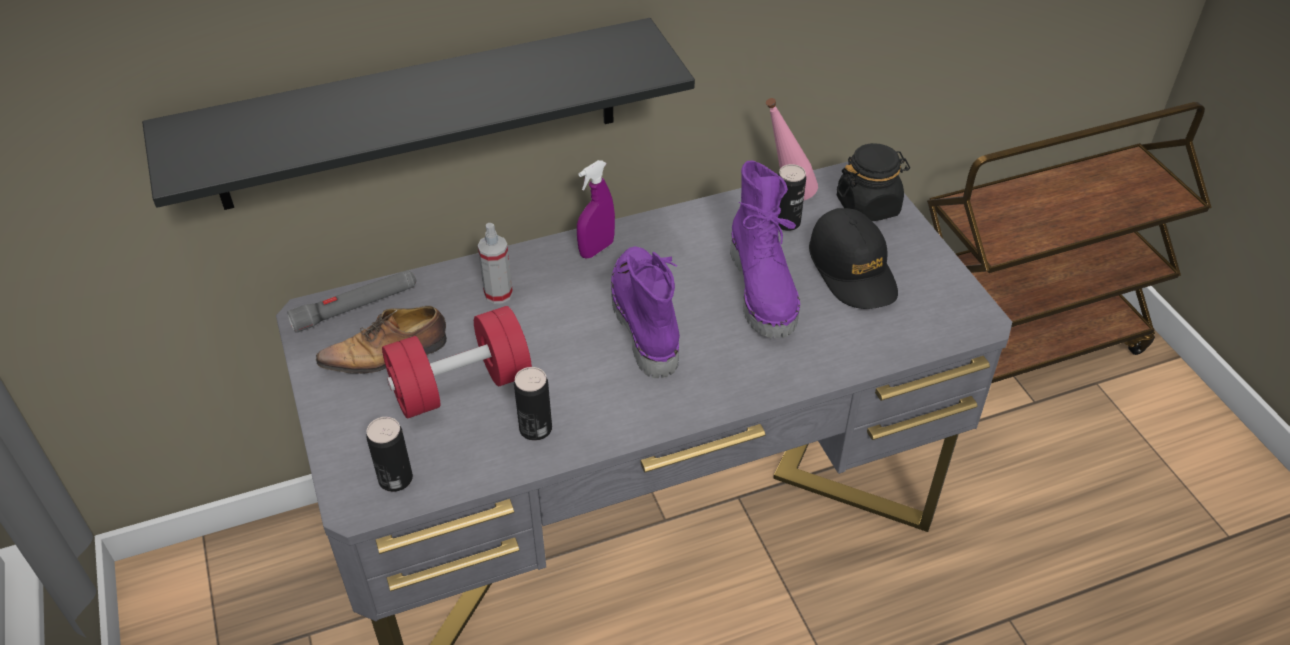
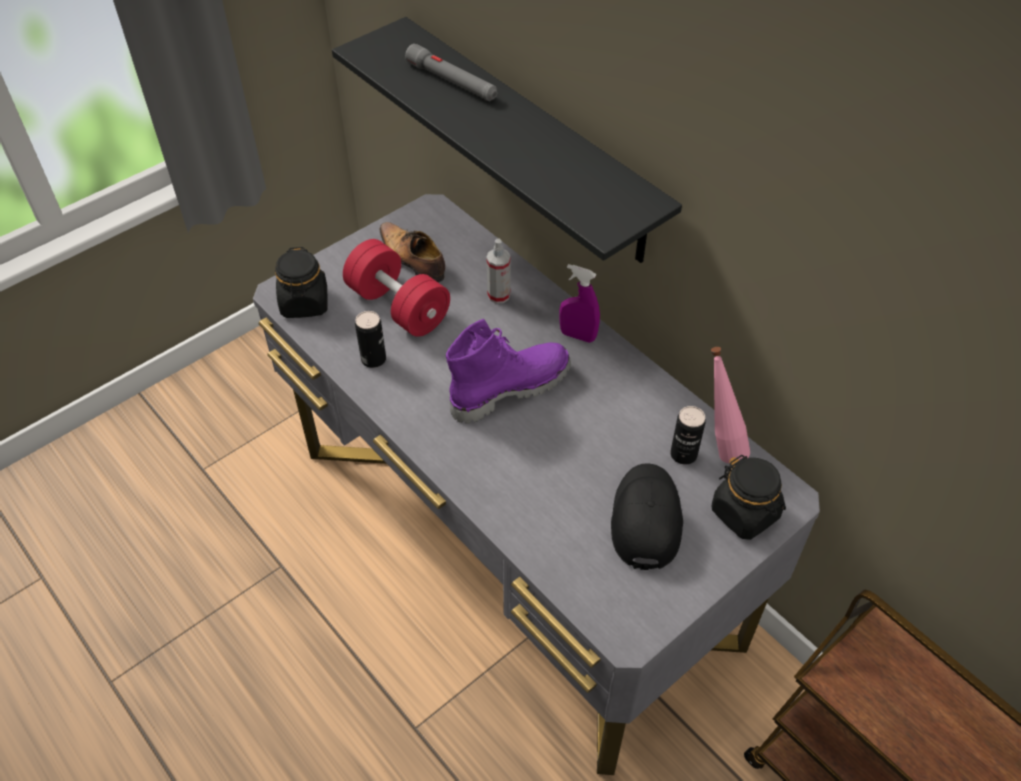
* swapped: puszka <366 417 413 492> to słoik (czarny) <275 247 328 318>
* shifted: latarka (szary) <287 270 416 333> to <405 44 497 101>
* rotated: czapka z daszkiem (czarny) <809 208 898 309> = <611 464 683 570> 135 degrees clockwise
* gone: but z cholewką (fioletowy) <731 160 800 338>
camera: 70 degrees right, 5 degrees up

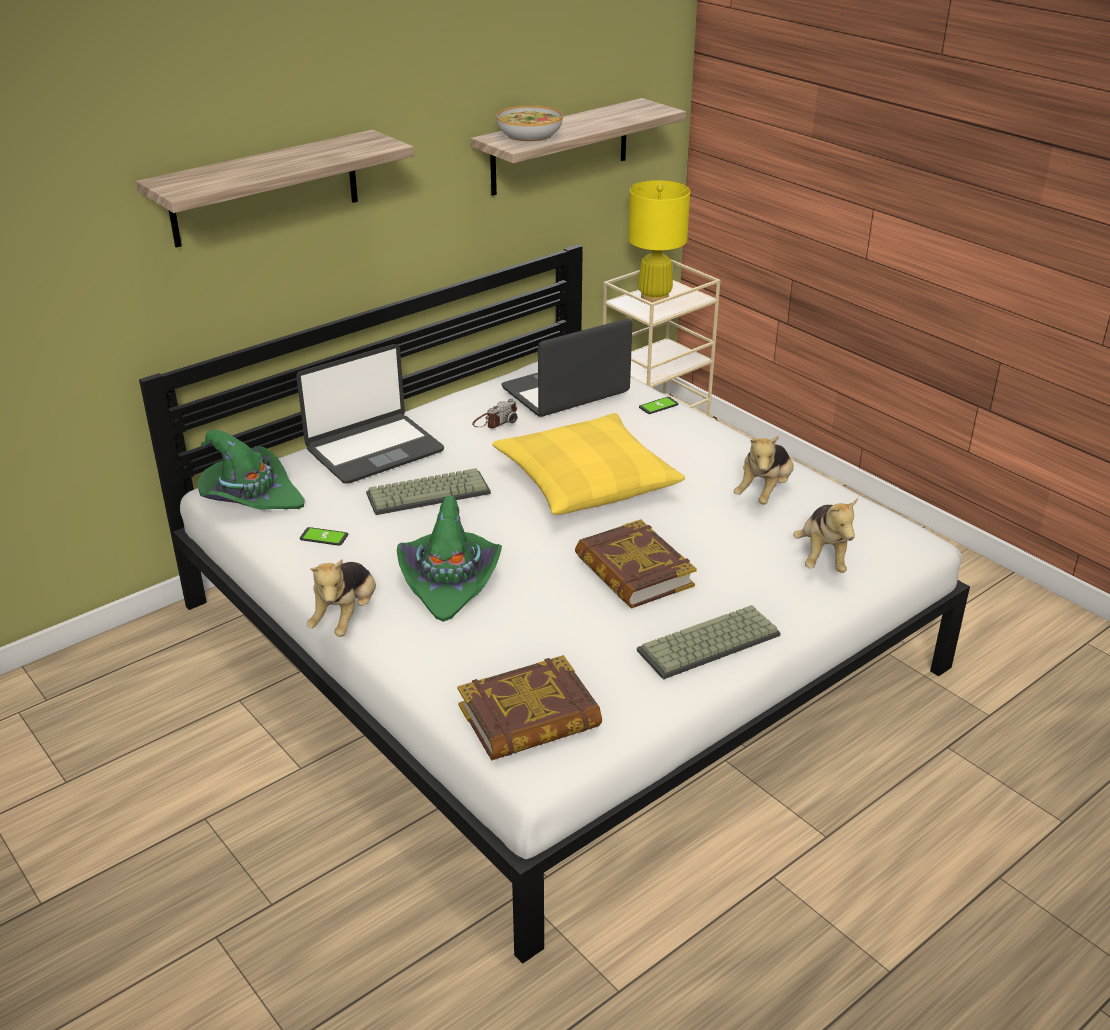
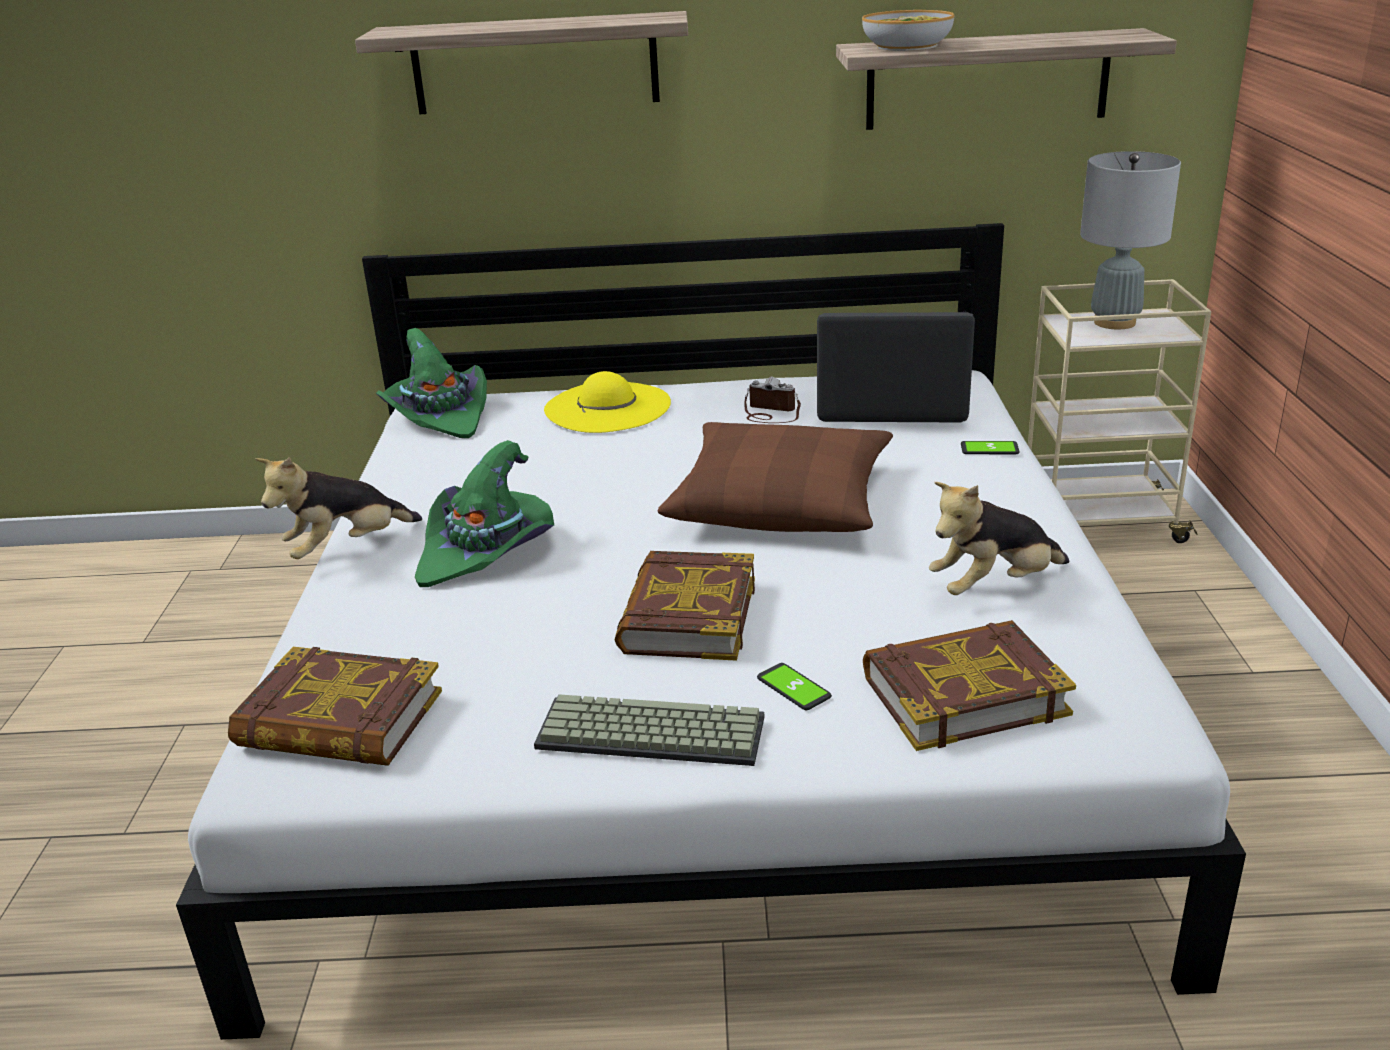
* swapped: laptop <296 344 444 484> to kapelusz (żółty) <544 371 671 433>
* repainted: poduszka (żółty) <492 413 685 515> to poduszka (brązowy) <658 422 893 532>
* rotated: aparat fotograficzny <472 399 518 428> = <745 377 801 423> 150 degrees counterclockwise
* shifted: telefon <300 527 348 546> to <757 663 832 710>
* swapped: pluszak <793 498 858 573> to książka <863 620 1076 751>
* repainted: lampa stołowa (żółty) <628 180 690 303> to lampa stołowa (szary) <1080 151 1181 329>
* gone: klawiatura <366 468 491 515>
camera: 40 degrees right, 5 degrees down

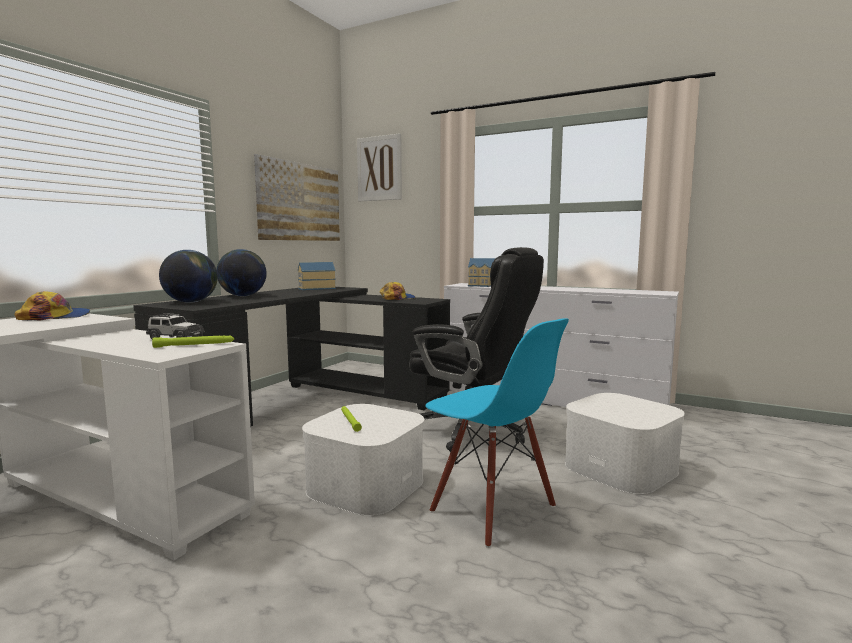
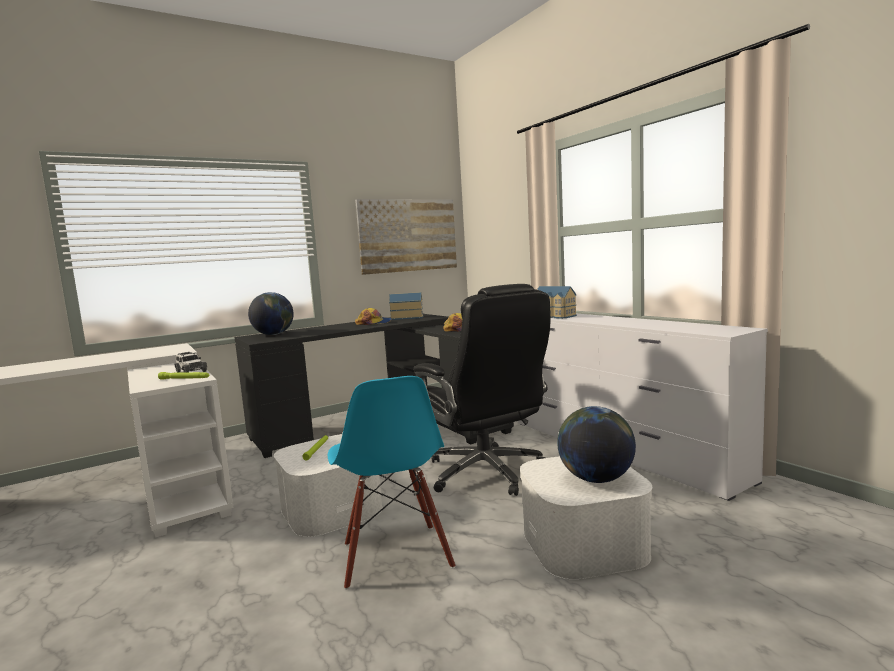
* shifted: czapka z daszkiem <14 291 90 320> to <355 308 392 325>
* shifted: globus <217 249 267 296> to <557 406 636 483>
* gone: obraz <357 133 402 201>
camera: 30 degrees right, 0 degrees up

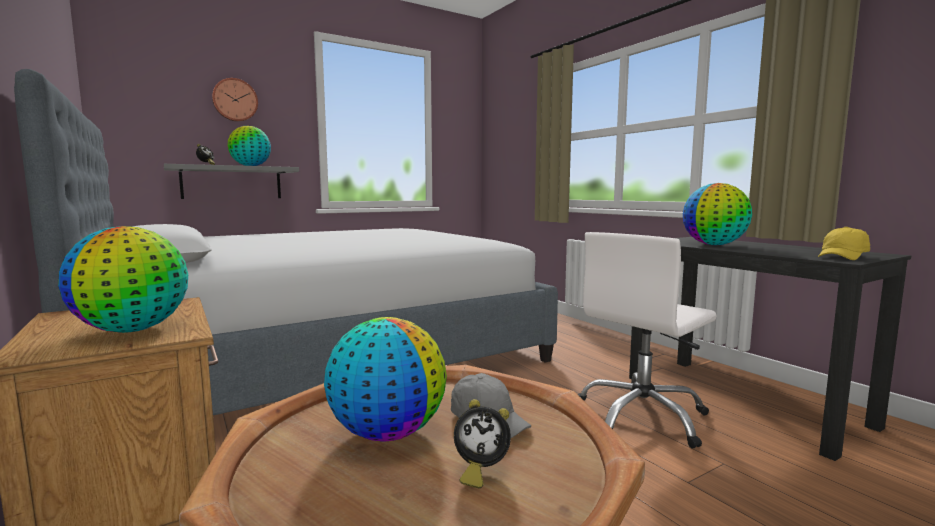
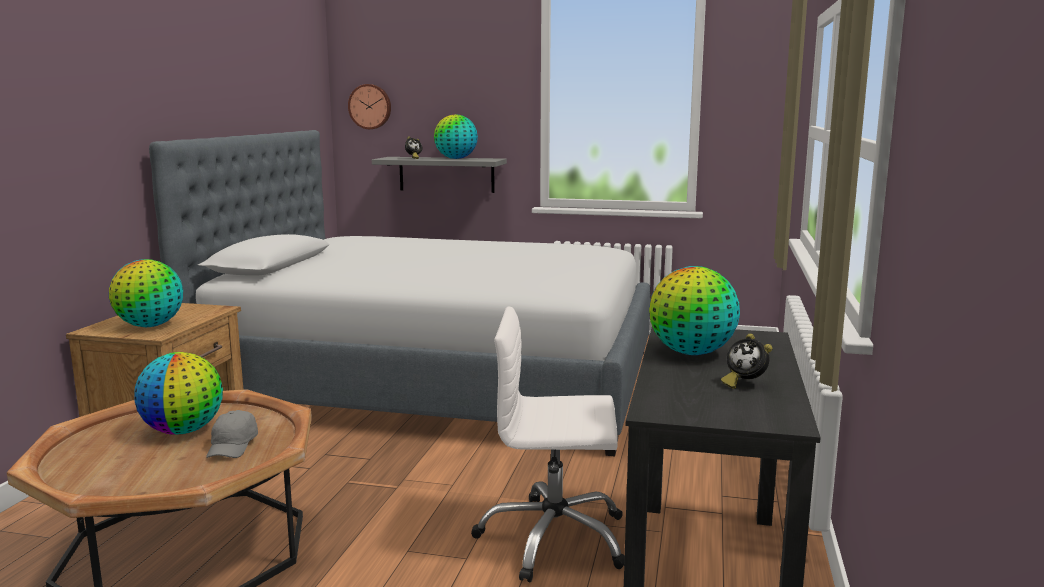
* shifted: zegar ścienny <212 78 258 122> to <348 84 391 129>
* shifted: budzik <454 399 511 489> to <721 333 773 389>
* gone: czapka z daszkiem (żółty) <818 227 870 260>
camera: 45 degrees right, 5 degrees up

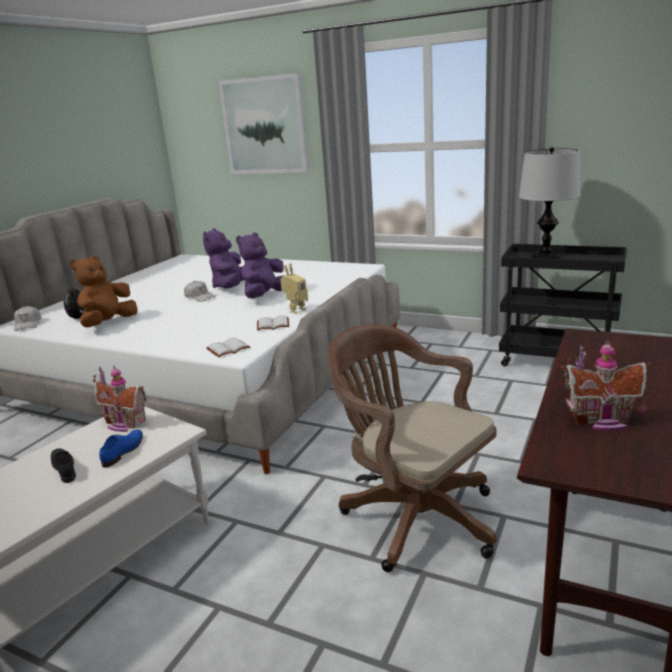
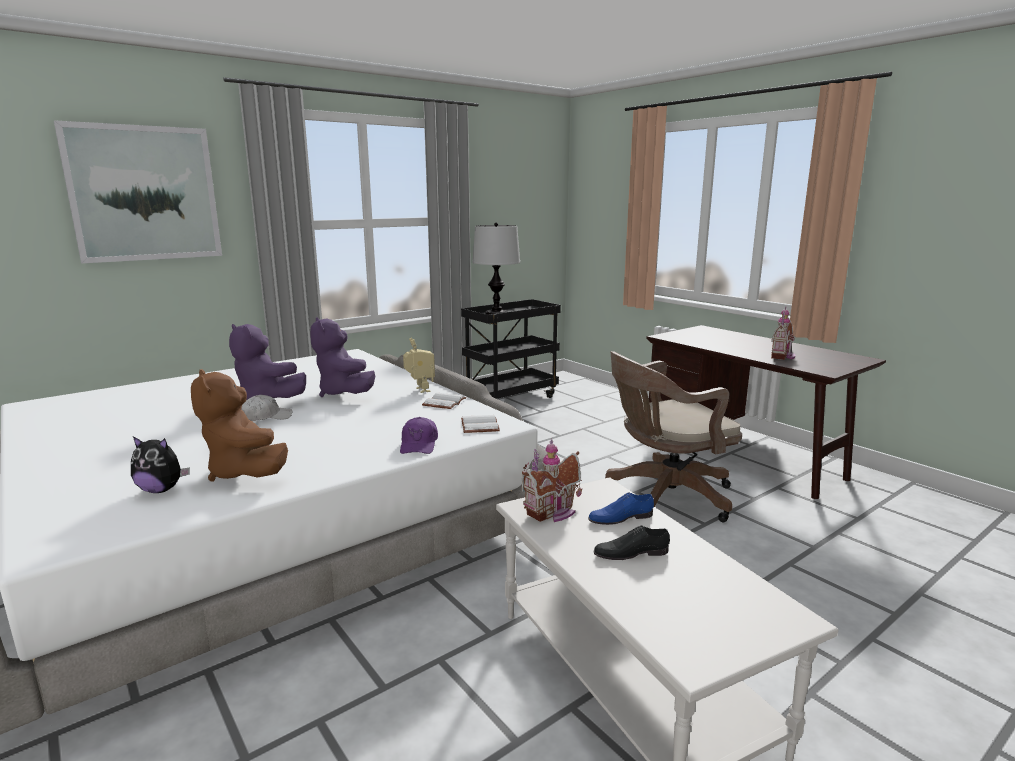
* new: czapka z daszkiem (fioletowy) <400 417 438 454>
* rotated: but (niebieski) <99 430 143 468> = <588 492 654 525> 60 degrees counterclockwise
* gone: czapka z daszkiem (biały) <14 306 41 331>
camera: 65 degrees left, 5 degrees down

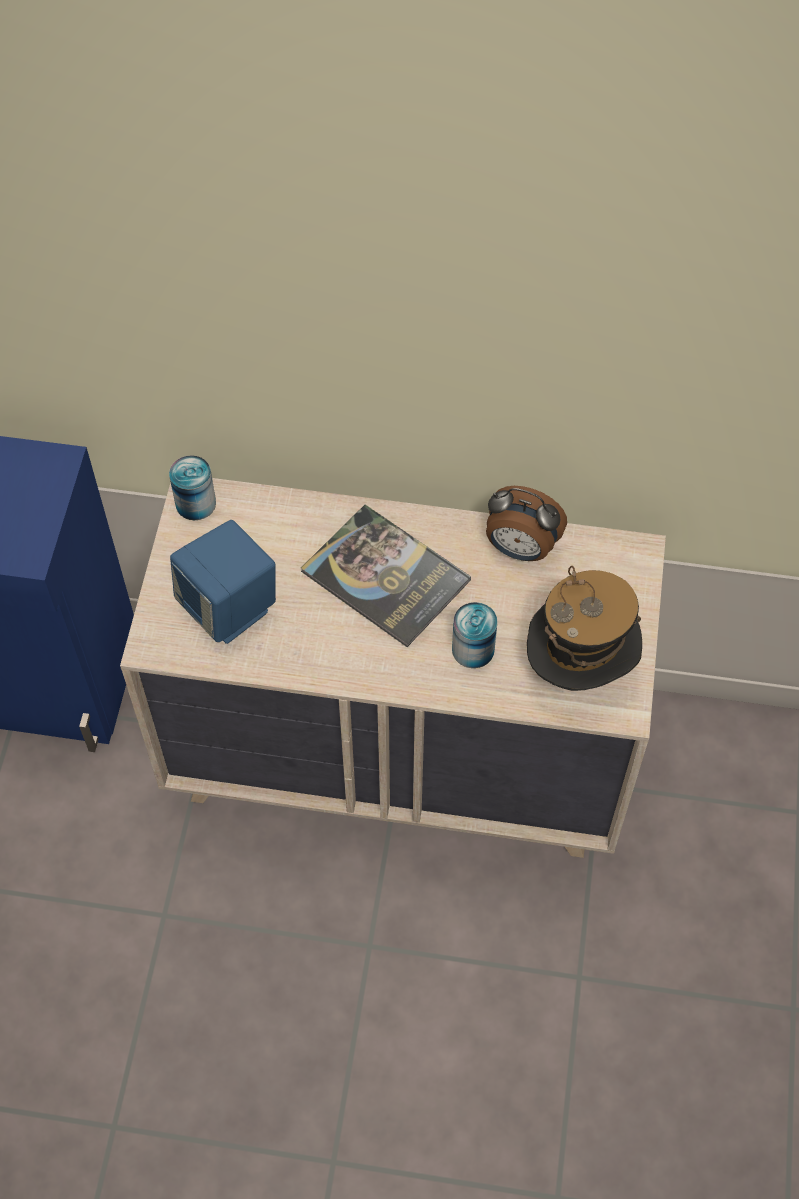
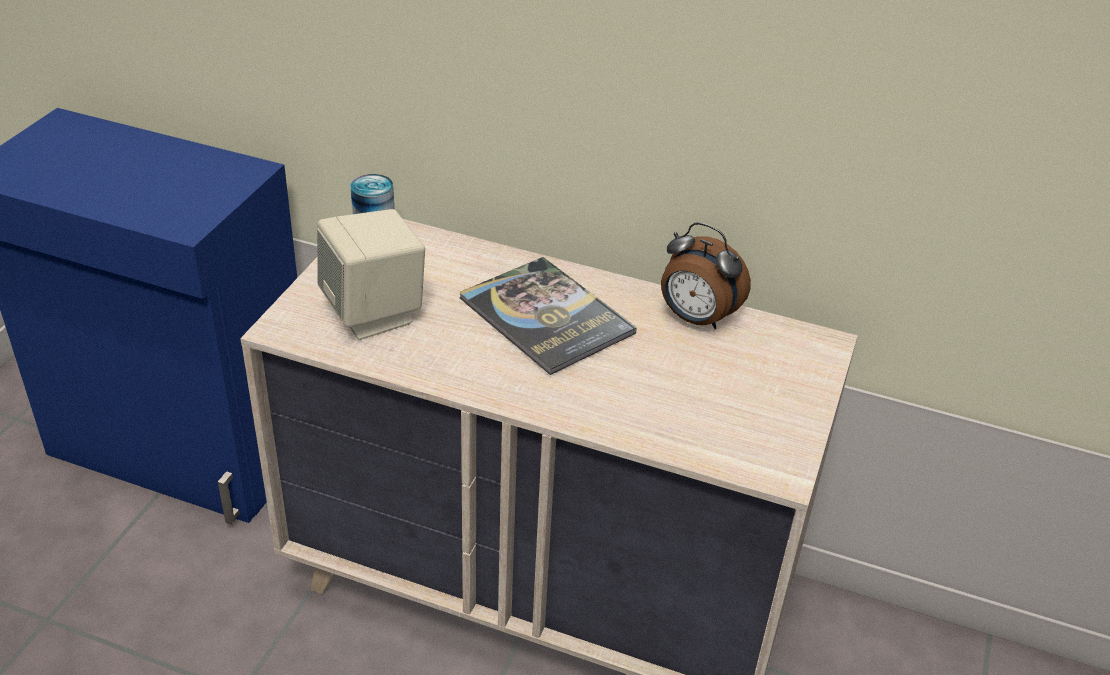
* repainted: głośnik (niebieski) <170 520 276 644> to głośnik (beżowy) <317 209 425 340>
* gone: puszka <452 602 498 668>
* gone: kapelusz <527 566 642 691>
camera: 10 degrees right, 20 degrees down

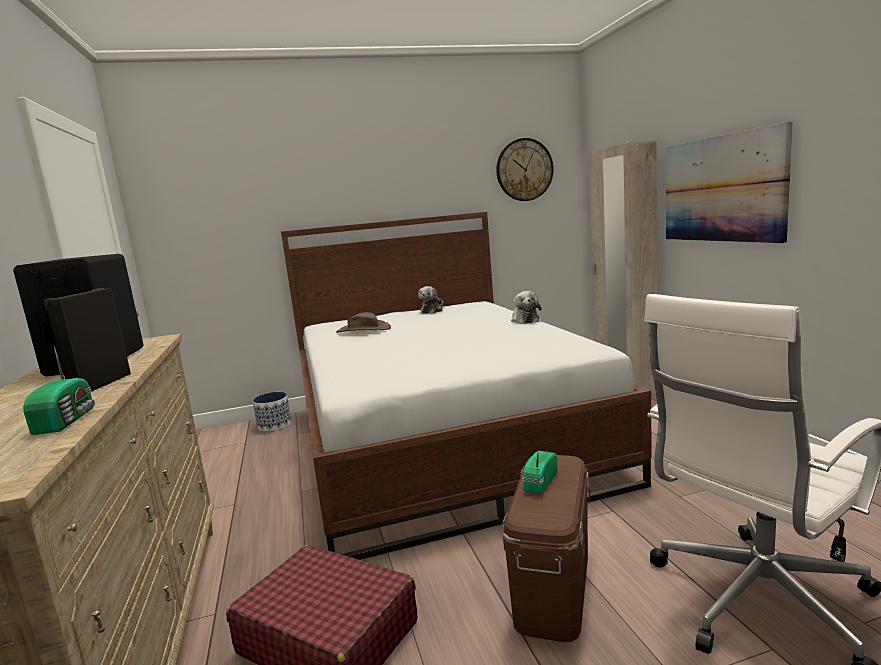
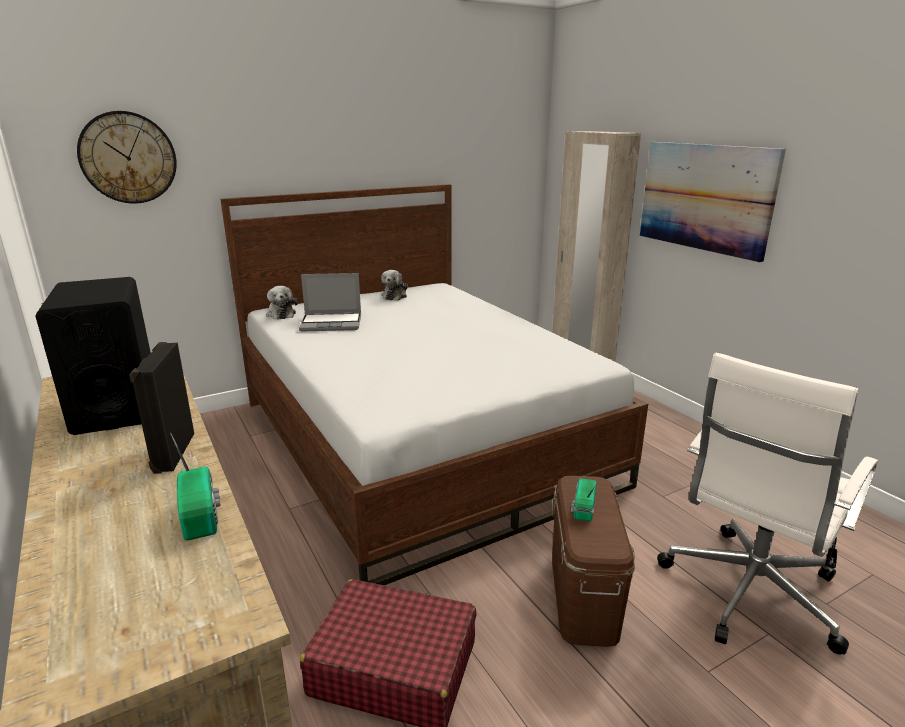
* shifted: zegar ścienny <496 138 554 201> to <77 111 177 204>
* shifted: pluszak <511 291 541 324> to <266 286 298 320>
* swapped: kapelusz (brązowy) <336 312 391 333> to laptop <299 273 361 332>
* gone: donica <253 392 291 432>
camera: 15 degrees left, 10 degrees up

